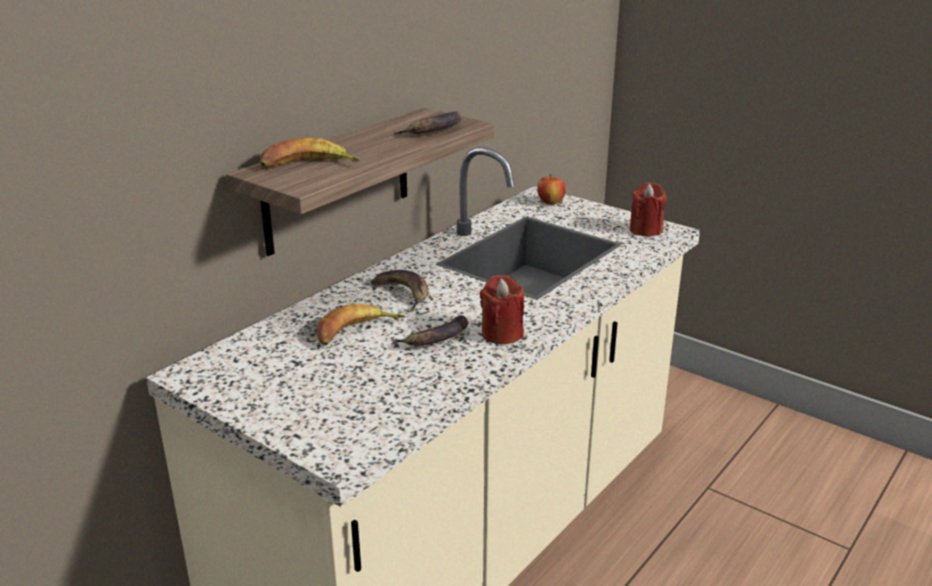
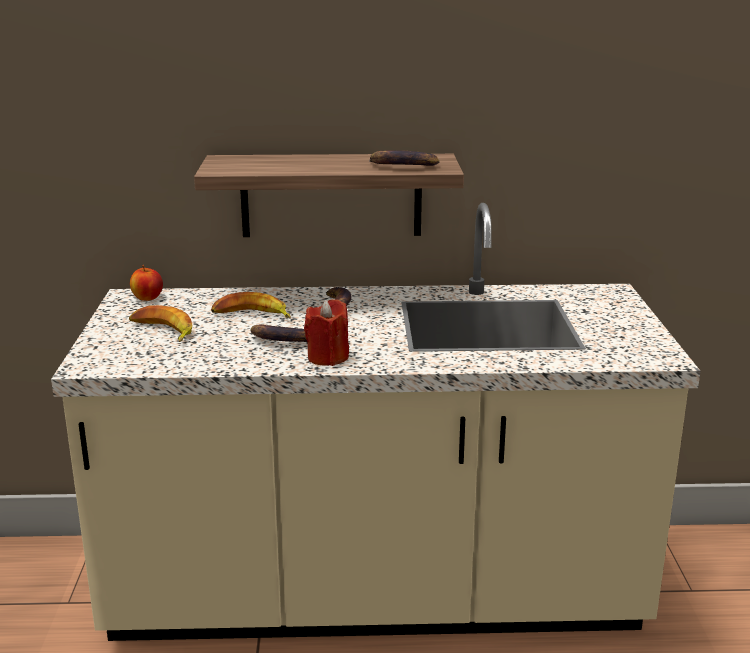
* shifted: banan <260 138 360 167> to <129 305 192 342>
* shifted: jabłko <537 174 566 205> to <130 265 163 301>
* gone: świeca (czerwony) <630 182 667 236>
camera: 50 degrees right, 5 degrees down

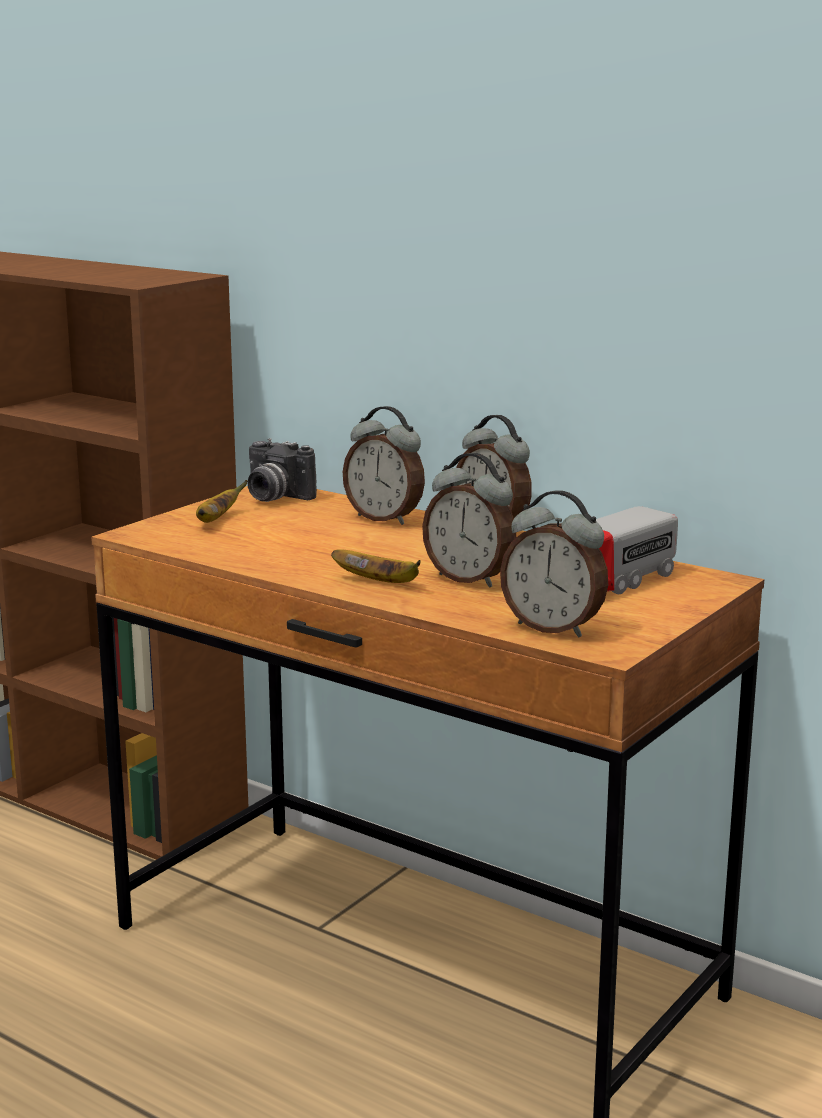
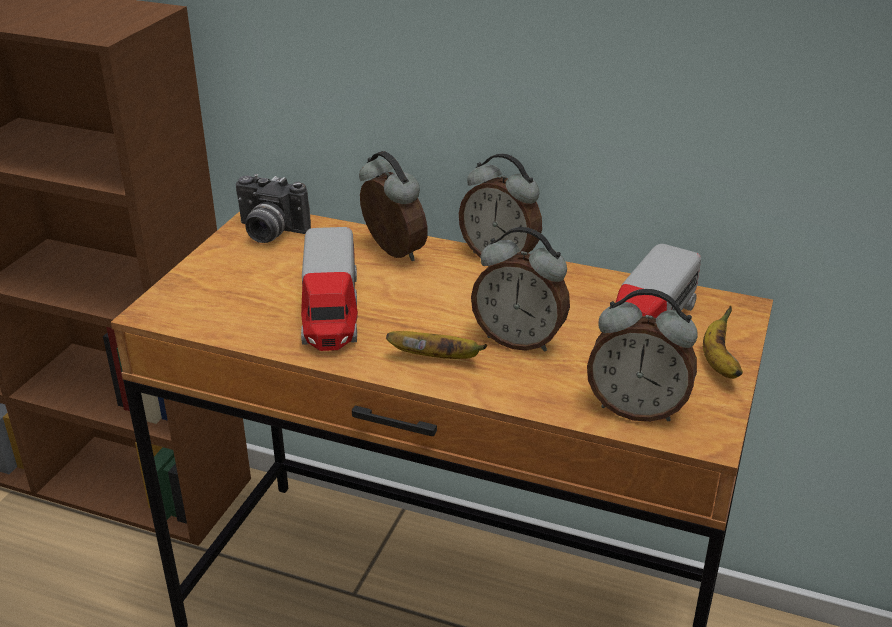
* new: ciężarówka zabawkowa <301 227 358 351>
* rotated: budzik <343 406 425 525> = <359 151 428 261> 150 degrees counterclockwise
* shifted: banan <196 480 248 523> to <703 306 743 379>
camera: 15 degrees left, 15 degrees up

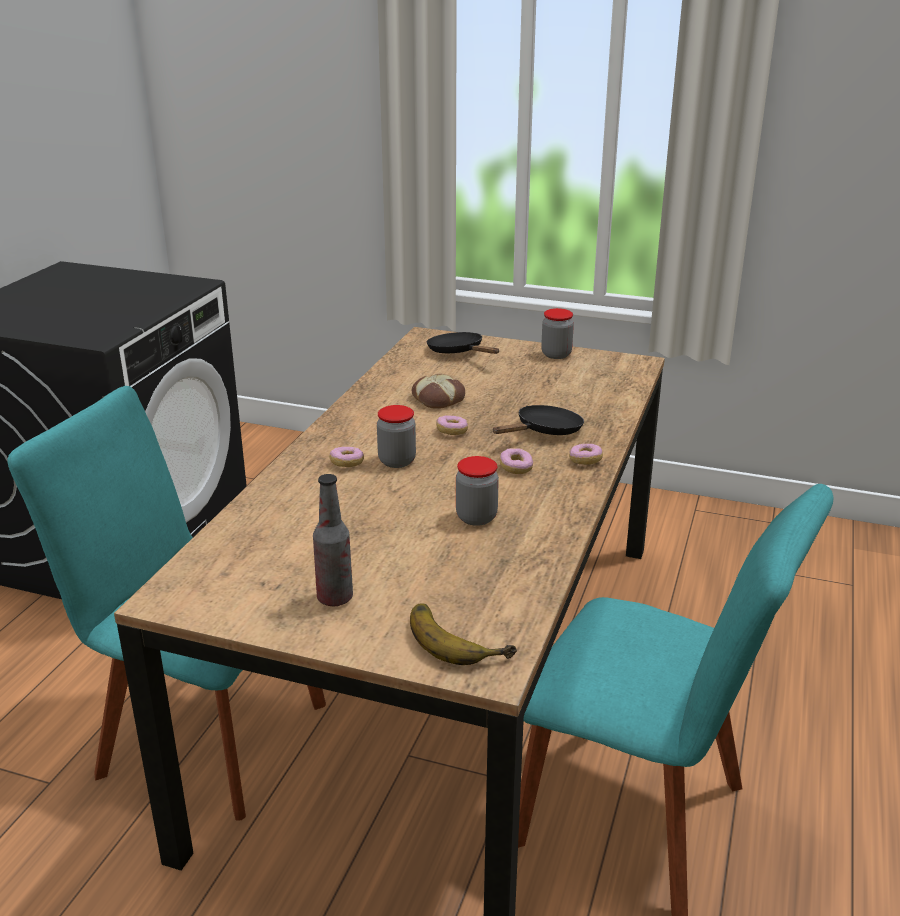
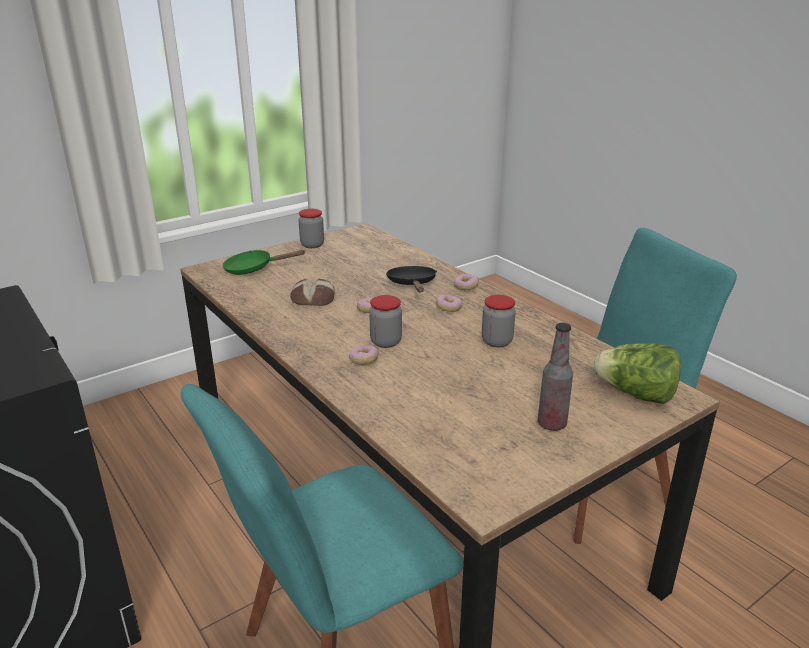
* repainted: patelnia (czarny) <427 332 499 354> to patelnia (zielony) <222 250 306 275>
* swapped: banan <410 603 517 665> to sałata <594 343 681 404>
camera: 55 degrees left, 0 degrees up

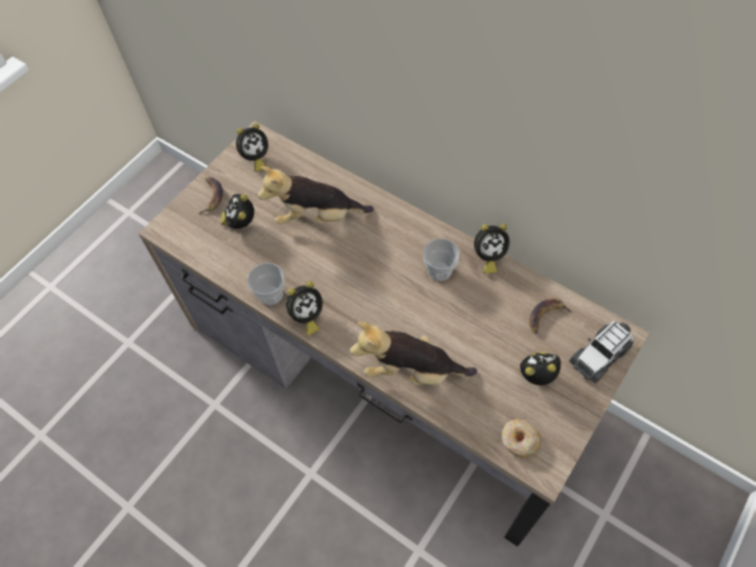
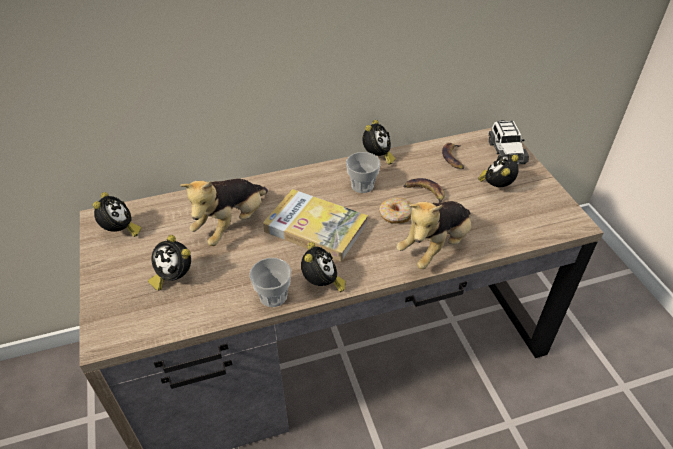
* new: książka <263 189 368 262>
* shifted: donut <501 419 541 458> to <379 197 412 224>
* shifted: banan <198 177 223 214> to <403 178 445 203>
camera: 55 degrees left, 15 degrees down

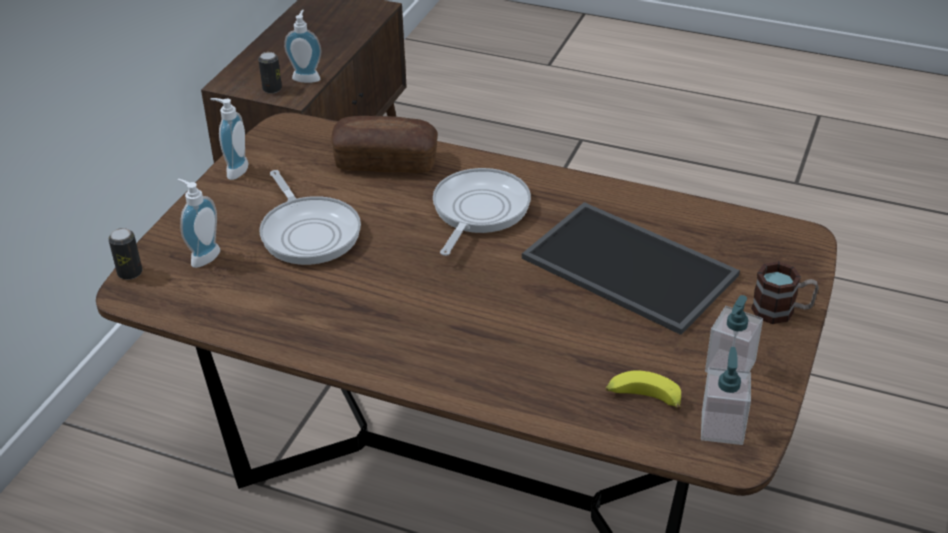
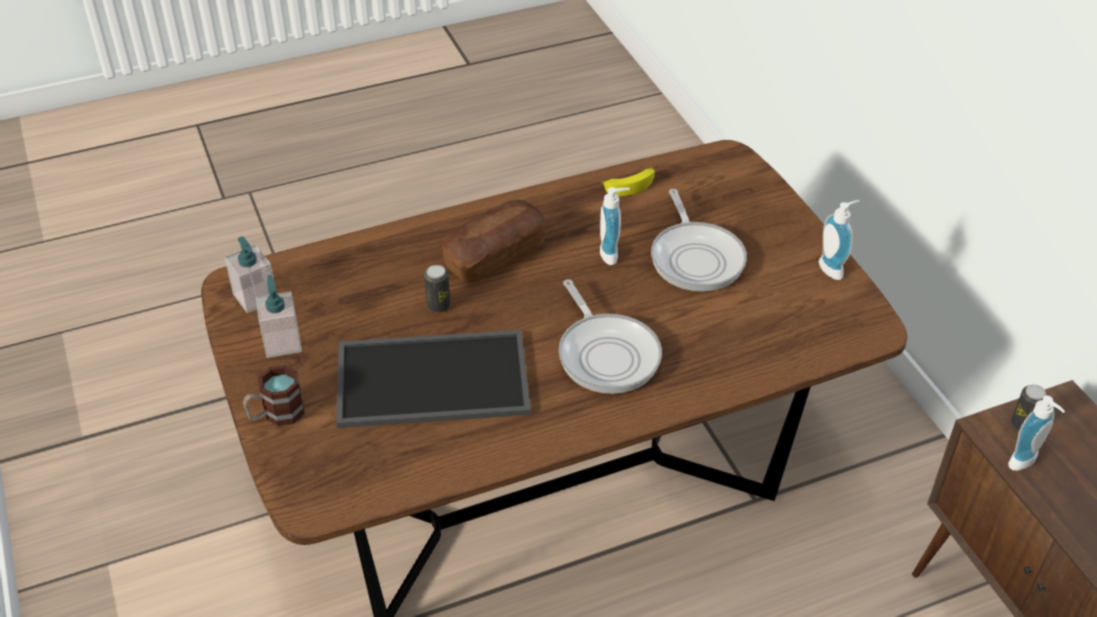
* shifted: puszka <108 228 143 280> to <424 265 450 313>
* shifted: chleb <331 116 438 173> to <443 200 546 283>
* shifted: dozownik mydła <177 179 220 268> to <600 187 630 265>
* shifted: banan <606 370 681 409> to <601 168 655 196>
* rotated: patelnia <259 170 361 265> = <651 189 747 292> 120 degrees counterclockwise
camera: 135 degrees right, 5 degrees up

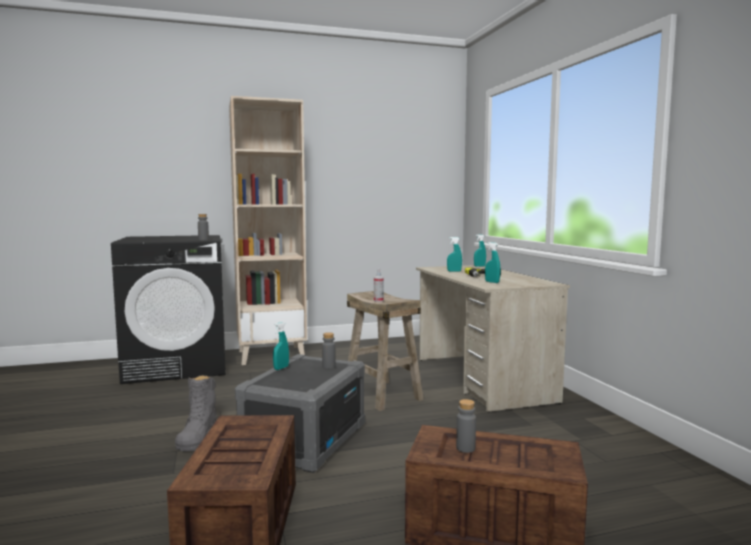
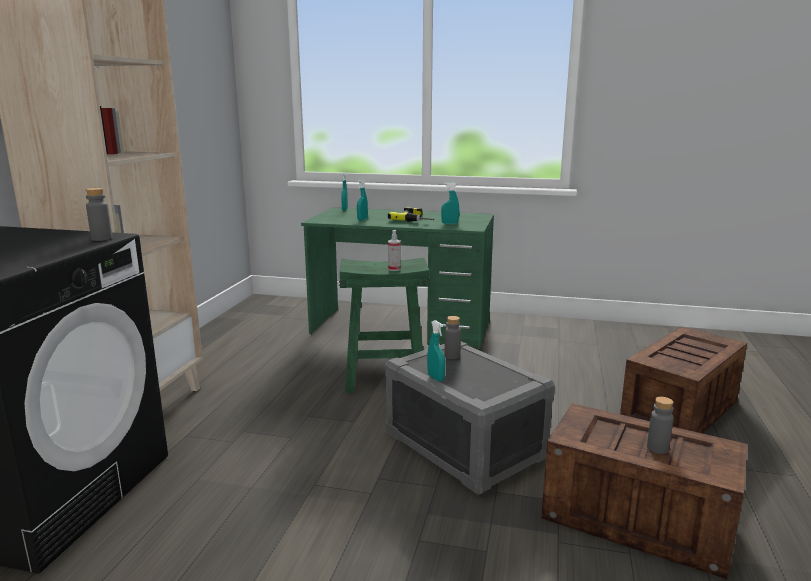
* repainted: biurko (beżowy) <416 265 570 412> to biurko (zielony) <301 207 494 350>
* repainted: stołek (beżowy) <347 291 424 411> to stołek (zielony) <339 257 430 393>
* shifted: butelka (szary) <456 399 476 453> to <647 397 674 454>
* gone: but z cholewką (szary) <175 375 217 452>
camera: 60 degrees left, 10 degrees up

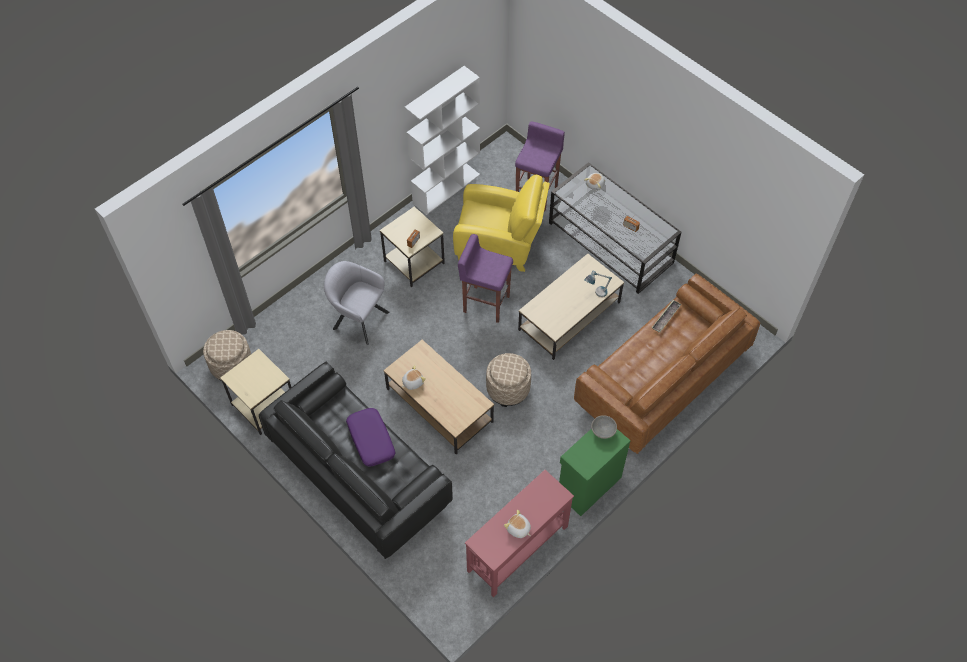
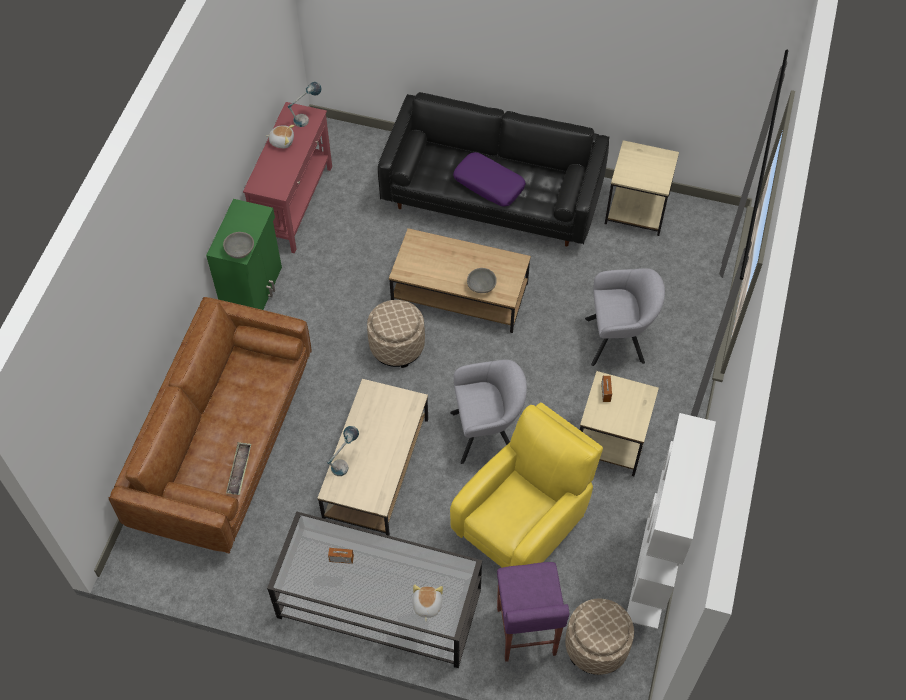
* new: lampa stołowa <288 82 322 127>
* swapped: stołek (fioletowy) <458 234 513 323> to fotel (szary) <450 360 527 464>
* rotated: fotel (żółty) <453 175 550 272> = <450 403 603 568> 150 degrees clockwise
* new: miska (szary) <467 268 497 293>
* shifted: pufa (beżowy) <203 330 251 381> to <565 599 634 675>
* gone: pluszak <402 365 426 390>
camera: 150 degrees right, 0 degrees up

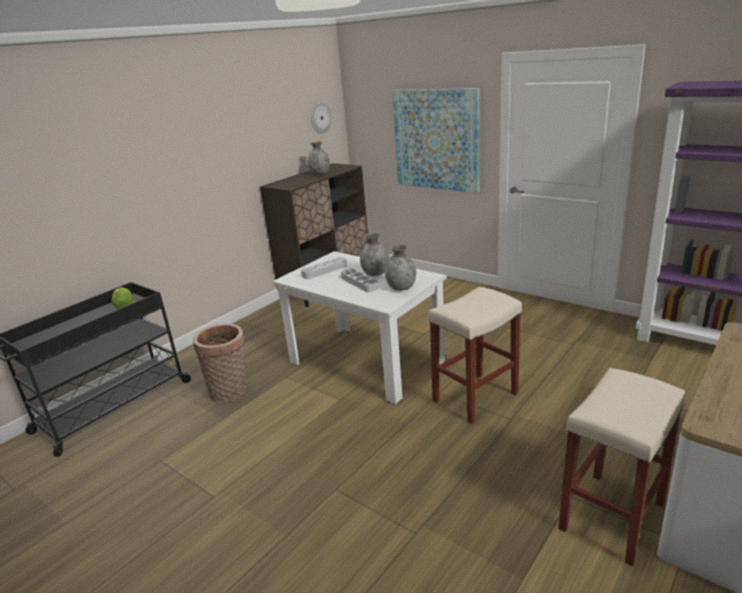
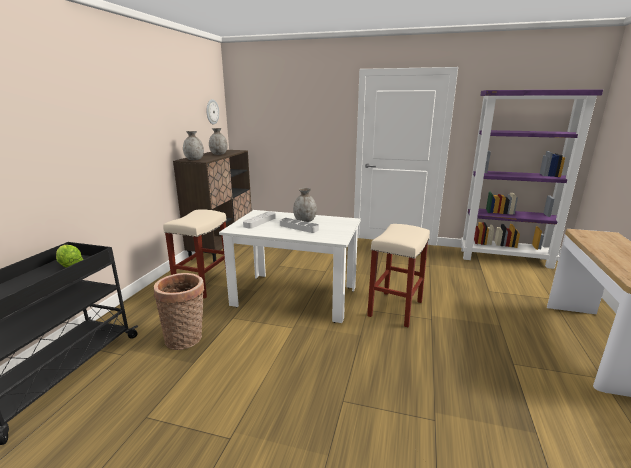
* shifted: stołek (beżowy) <558 368 685 567> to <163 209 227 298>
* shifted: wazon (szary) <385 244 416 290> to <183 131 204 160>
* gone: obraz <392 88 480 193>
camera: 25 degrees left, 5 degrees down

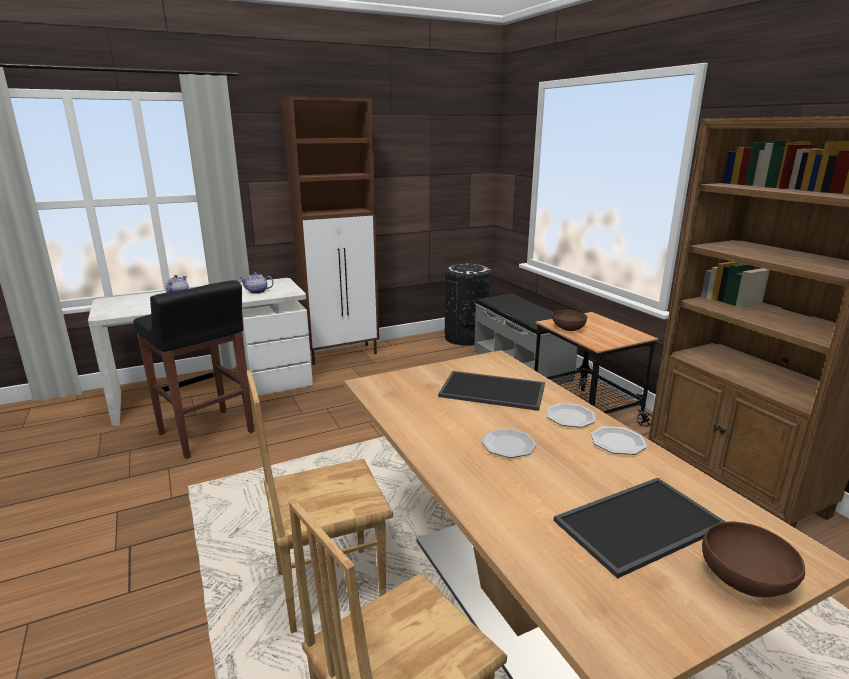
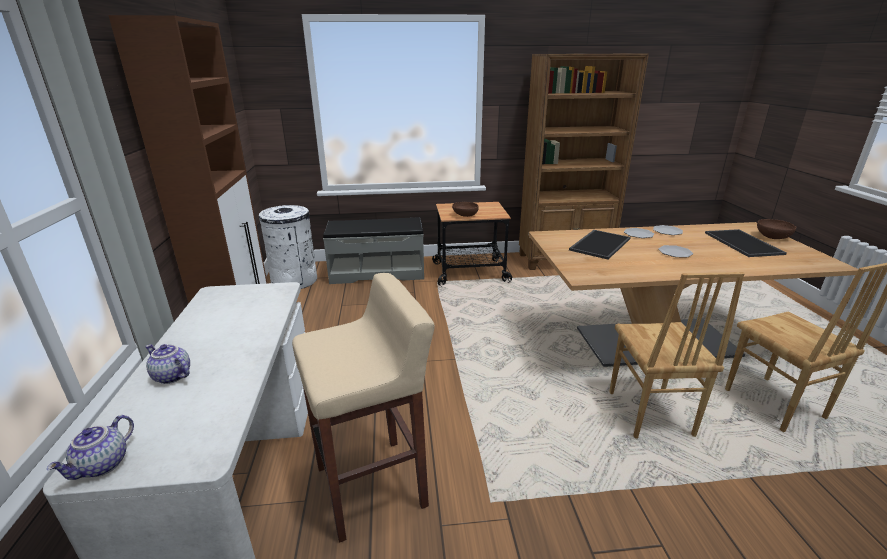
* shifted: imbryk <239 272 273 294> to <47 415 134 480>
* repainted: kosz na śmieci (czarny) <444 263 491 346> to kosz na śmieci (biały) <259 205 317 289>
* repainted: stołek (czarny) <133 280 254 459> to stołek (beżowy) <292 273 435 543>
camera: 70 degrees left, 5 degrees up

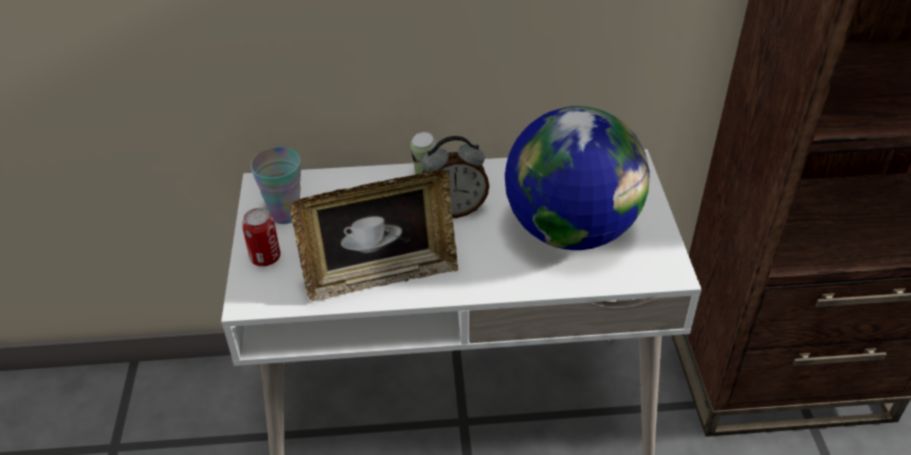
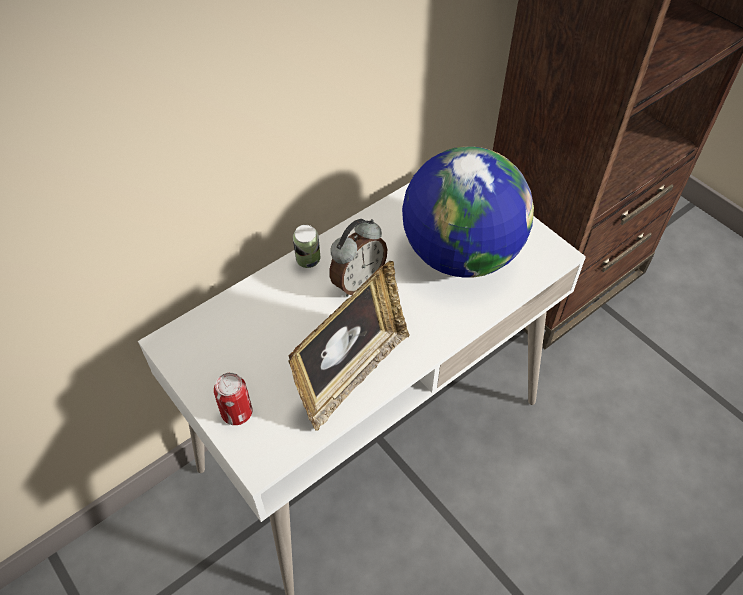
* gone: filiżanka <250 147 301 224>
camera: 35 degrees left, 10 degrees up

